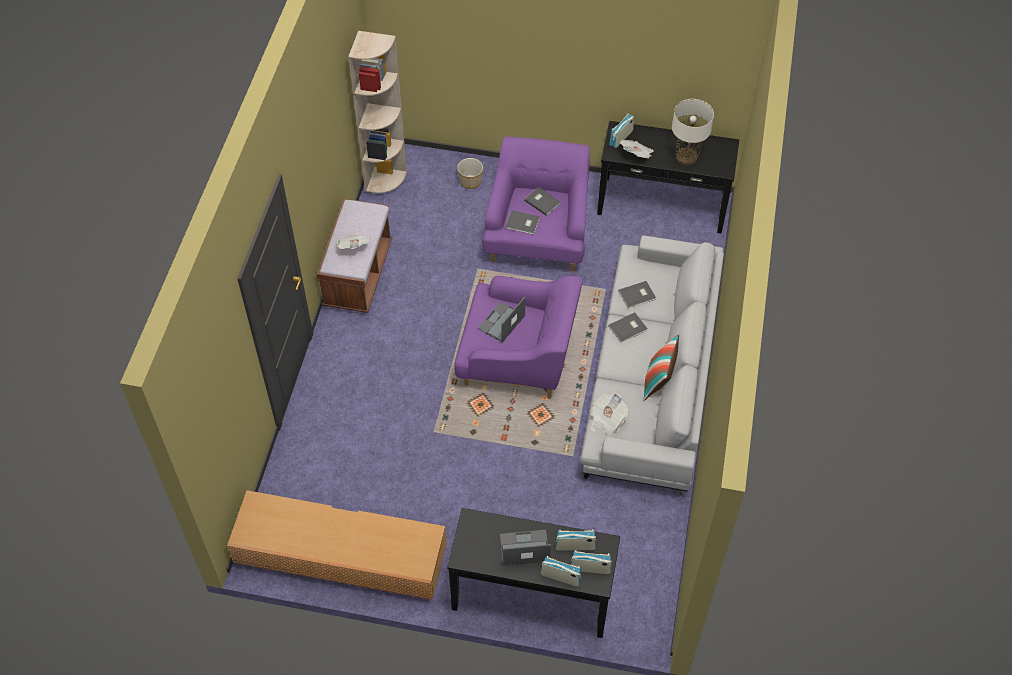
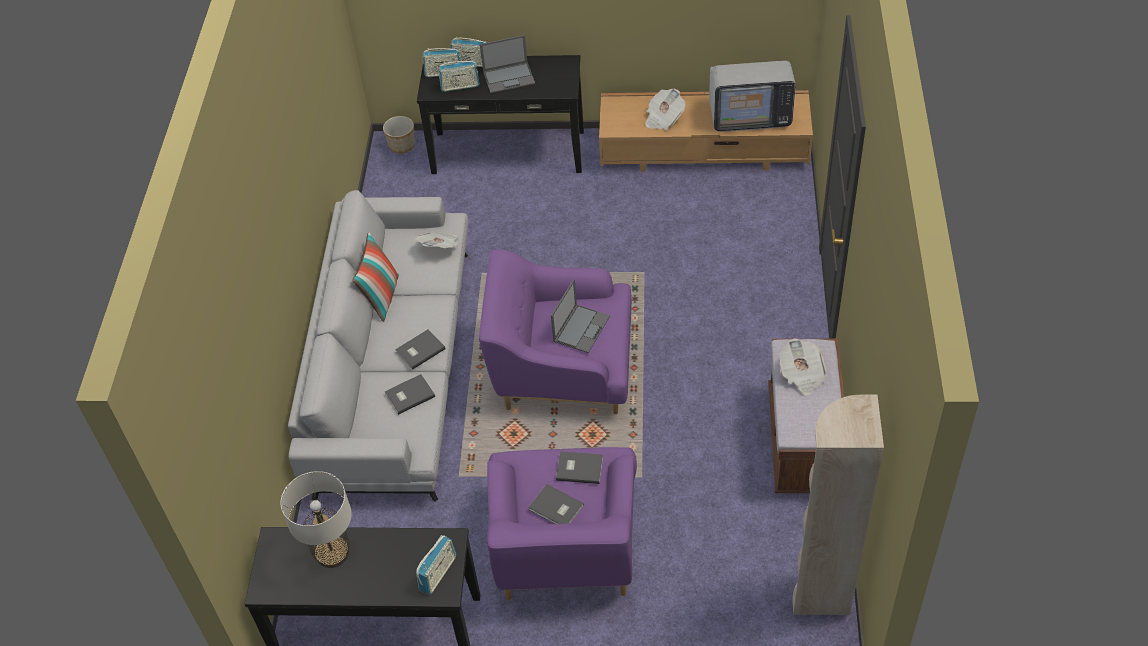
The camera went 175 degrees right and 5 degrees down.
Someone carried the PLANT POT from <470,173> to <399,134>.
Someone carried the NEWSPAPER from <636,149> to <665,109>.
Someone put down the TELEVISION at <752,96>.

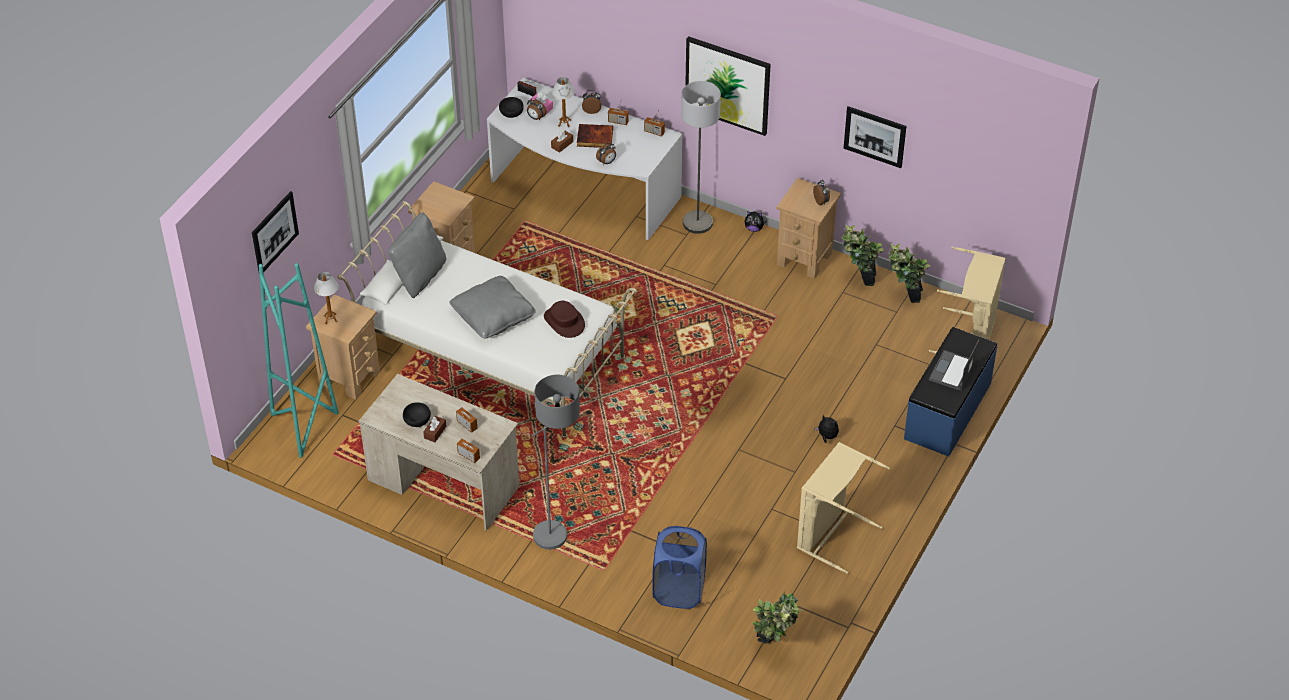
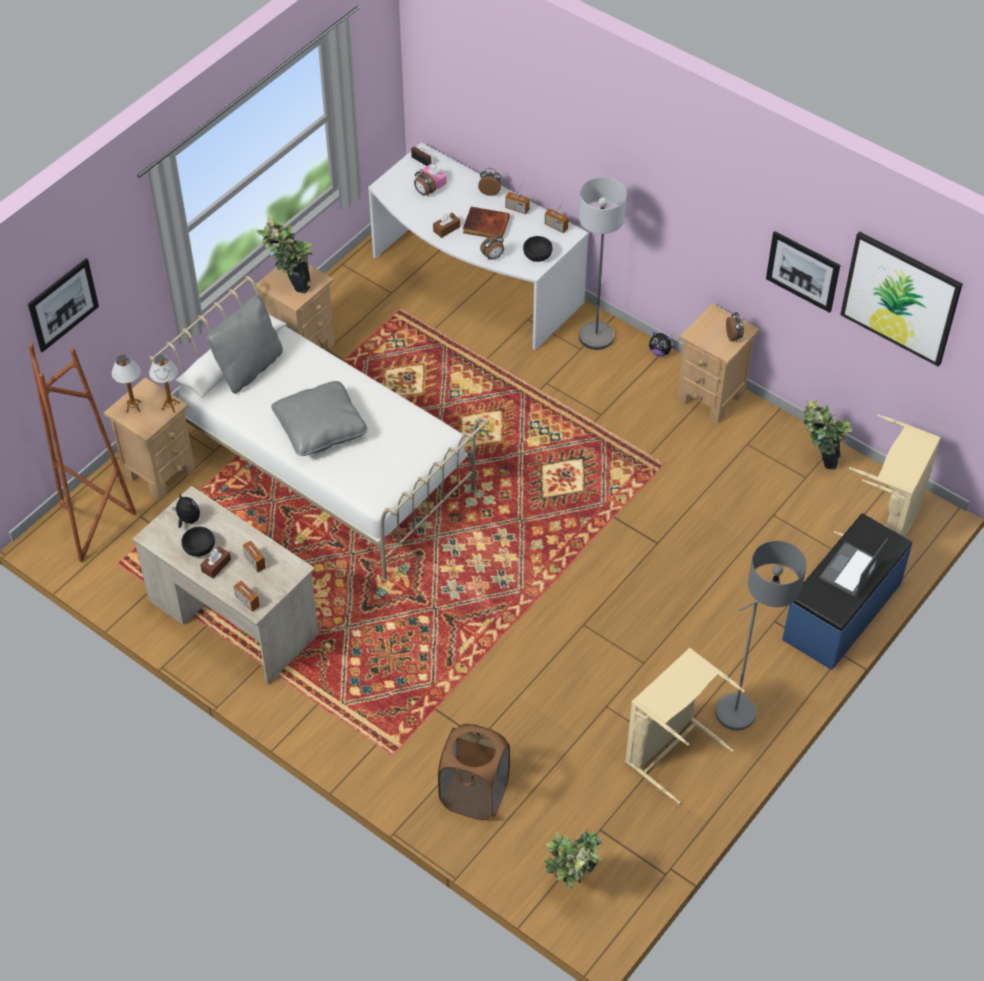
The camera went 10 degrees right and 5 degrees up.
Someone repainted the TURQUOISE CLOTHES RACK at <299,360>, which became the BROWN-COLOURED CLOTHES RACK at <82,452>.
Someone carried the BLACKISH DEEP DISH from <511,107> to <538,249>.
Someone carried the GREY FLOOR LAMP from <555,462> to <761,636>.
Someone took away the BROWN-COLOURED CLOTHING HAT at <564,319>.
Someone carried the TABLETOP LAMP from <563,102> to <164,383>.
Someone repainted the BLUE WASHING BASKET at <679,567>, which became the BROWN-COLOURED WASHING BASKET at <474,772>.
Someone carried the WALL PICTURE from <728,86> to <901,299>.
Someone carried the SOFT TOY from <827,429> to <186,511>.
Someone carried the PLANT IN A POT from <862,255> to <284,254>.

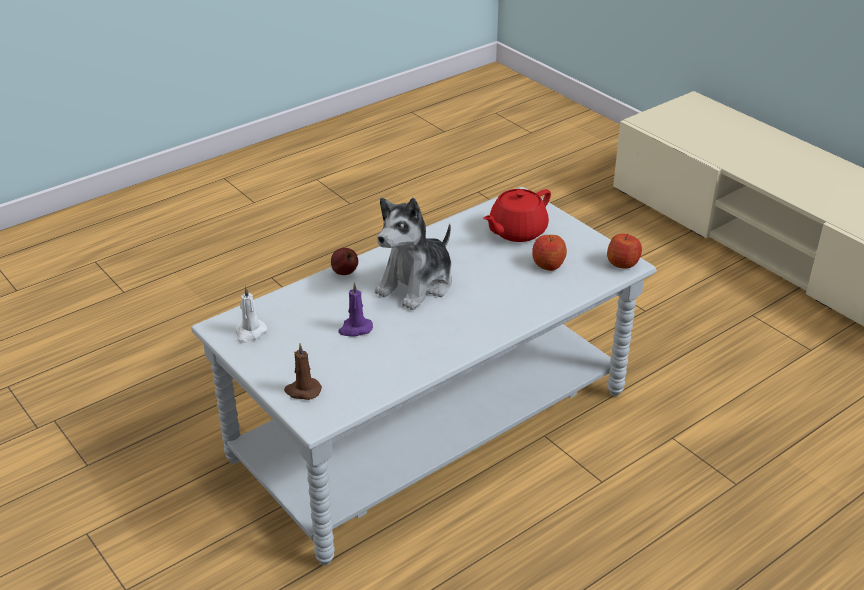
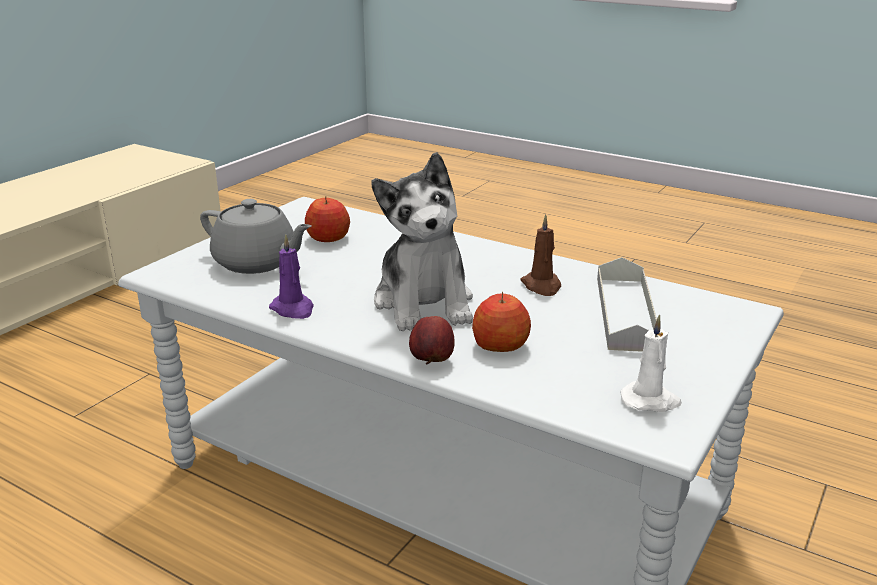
The camera went 110 degrees left and 10 degrees down.
Someone carried the BROWN-COLOURED WAX CANDLE from <303,371> to <540,255>.
Someone carried the PURPLE-COLOURED WAX CANDLE from <355,309> to <291,277>.
Someone rotated the SOFT TOY at <413,254> by 60 degrees clockwise.
Someone repainted the RED POT FOR TEA at <517,215>, which became the GREY POT FOR TEA at <256,236>.
Someone carried the APPLE from <624,251> to <501,322>.
Someone put down the GREY TRAY at <627,304>.

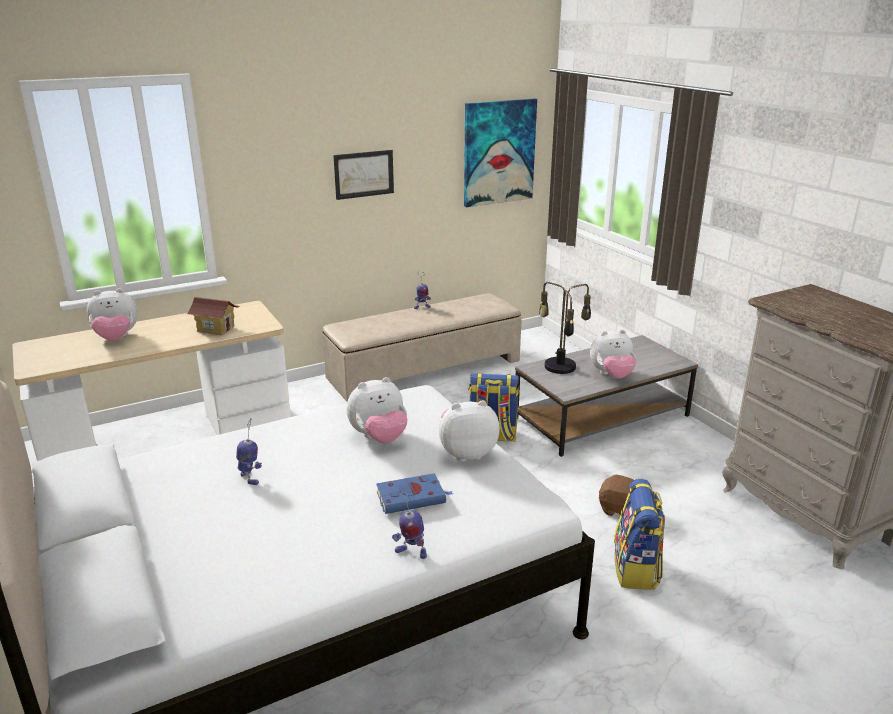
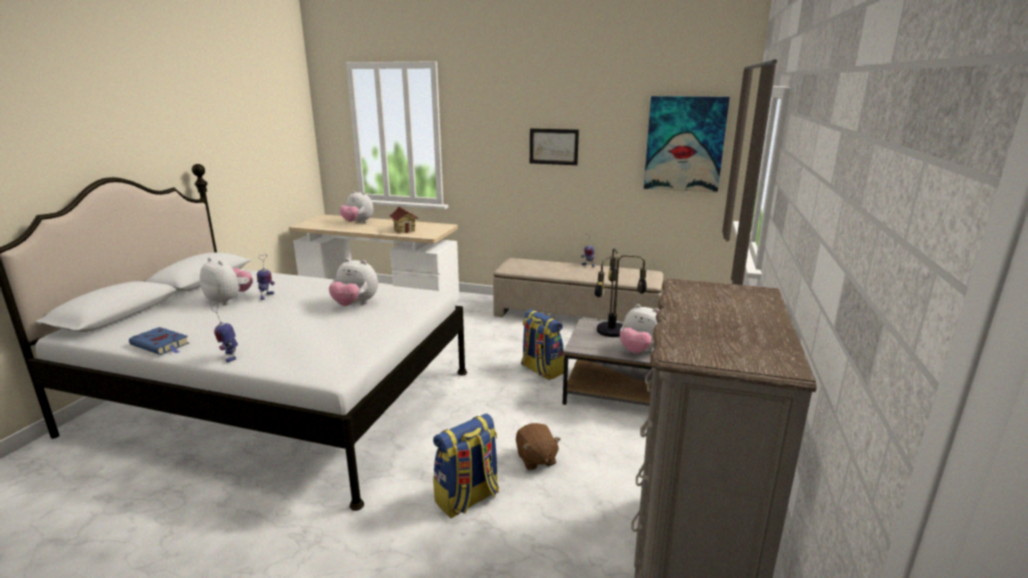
The camera went 45 degrees right and 5 degrees down.
Someone carried the BLUE BOOK from <414,493> to <159,341>.
Someone carried the SOFT TOY from <469,431> to <226,281>.

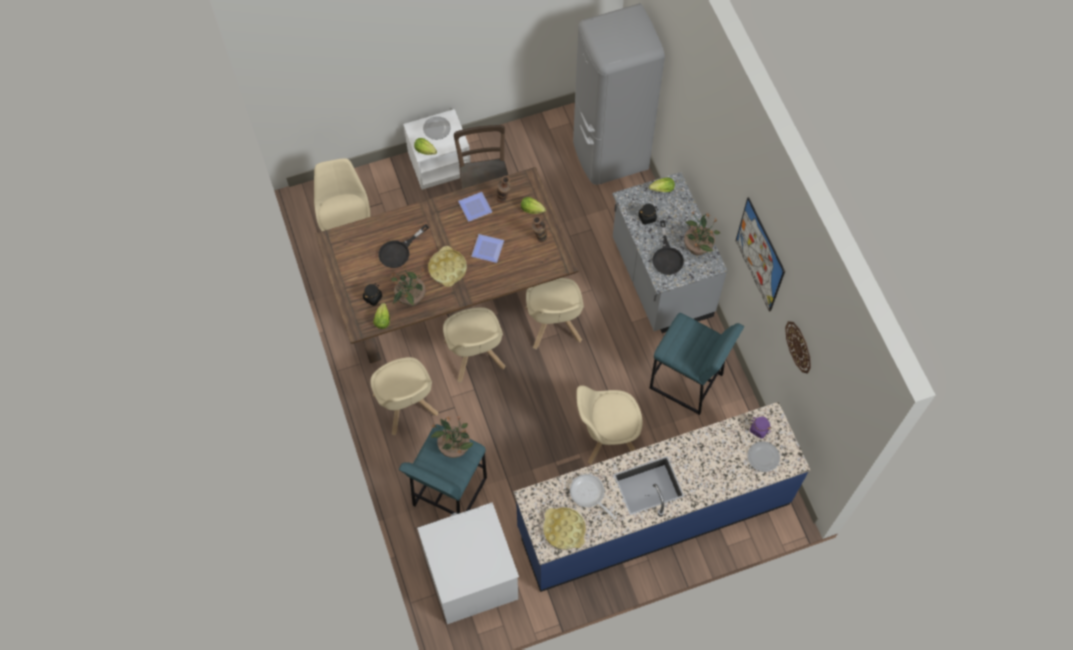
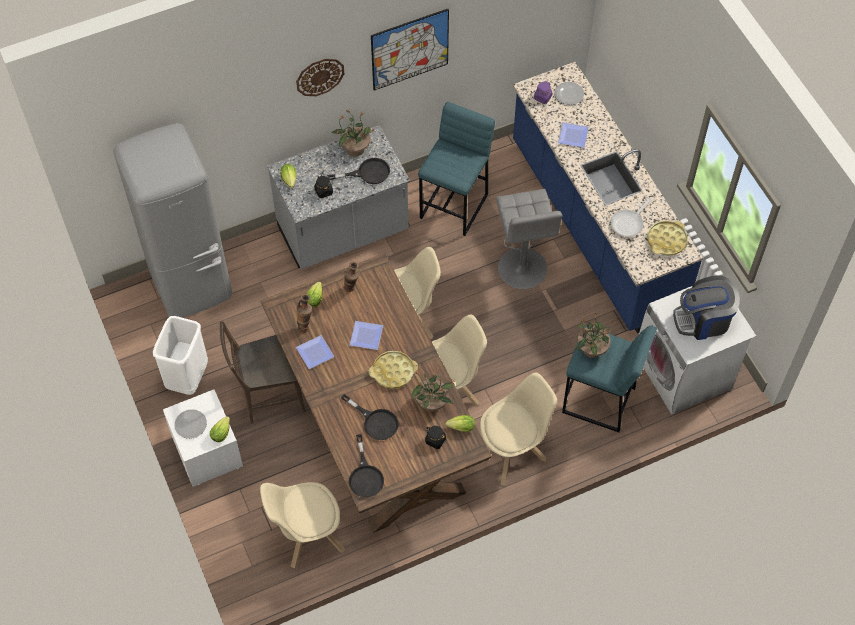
The camera went 95 degrees left and 5 degrees down.
Someone swapped the BEIGE PLAIN CHAIR at <609,424> for the GREY SITTING STOOL at <529,239>.
Someone carried the HANGING CLOCK from <798,347> to <320,77>.
Someone put down the WHITISH RUBBISH BIN at <180,355>.
Someone put down the BLACKISH FRYING PAN at <366,465>.
Someone put down the PLATE at <573,135>.
Someone put down the COFFEE MAKER at <706,307>.

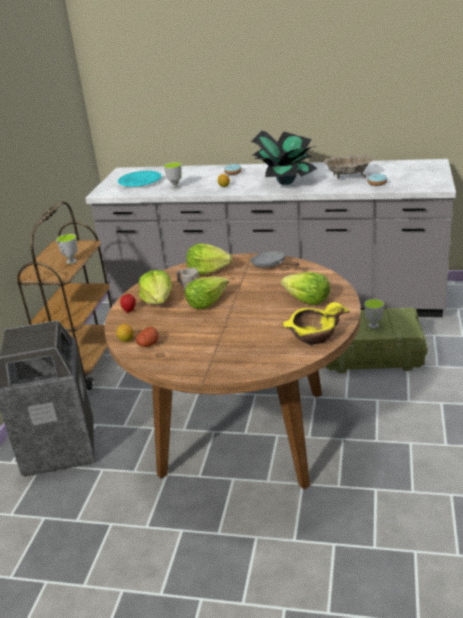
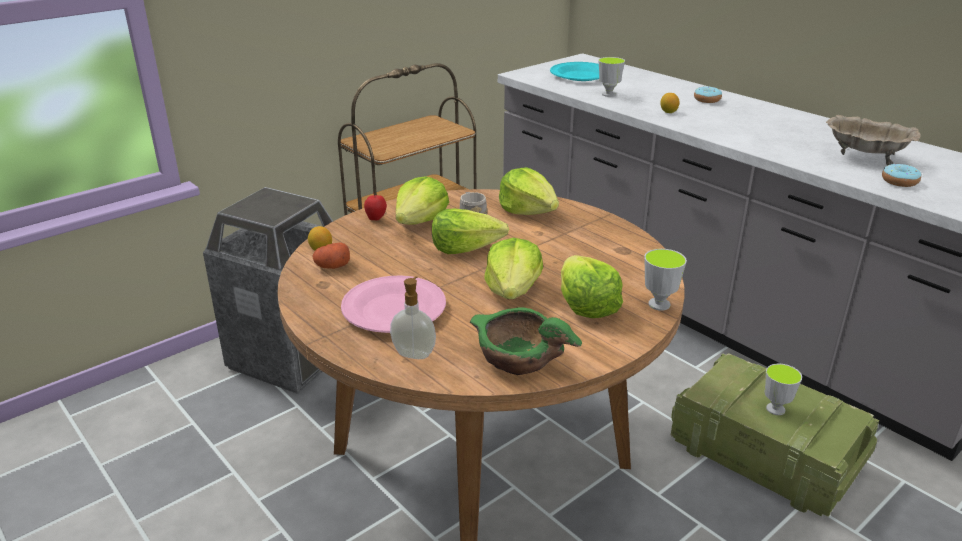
The camera went 35 degrees right and 0 degrees up.
Someone carried the CUP from <67,249> to <665,280>.
Someone took away the PLANT IN A POT at <284,158>.
Someone took away the GREY FRYING PAN at <275,259>.
Someone repainted the YELLOW-COLOURED DEEP DISH at <316,323>, which became the GREEN DEEP DISH at <526,341>.
Someone put down the PINK-COLOURED PLATE at <393,304>.
Someone put down the SOAP BOTTLE at <413,317>.
Someone put down the HEAD OF LETTUCE at <513,268>.

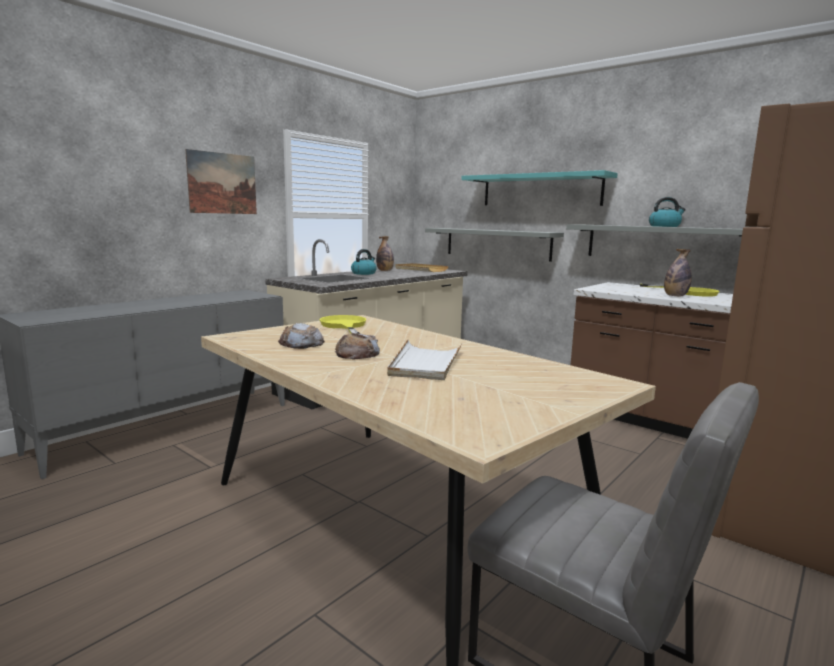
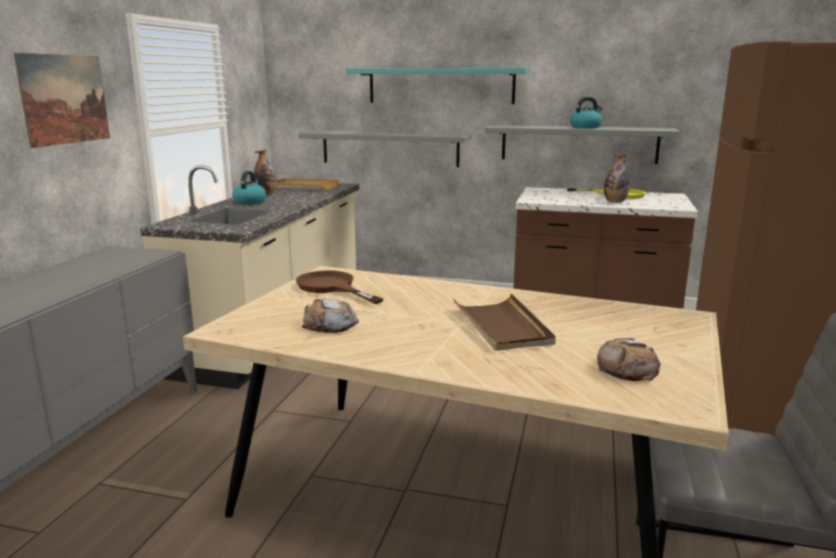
The camera went 25 degrees left and 5 degrees up.
Someone repainted the YELLOW-COLOURED FRYING PAN at <343,324>, which became the BROWN-COLOURED FRYING PAN at <339,287>.
Someone carried the BREAD from <357,346> to <629,359>.
Someone repainted the WHITISH TRAY at <425,360>, which became the BROWN-COLOURED TRAY at <504,322>.

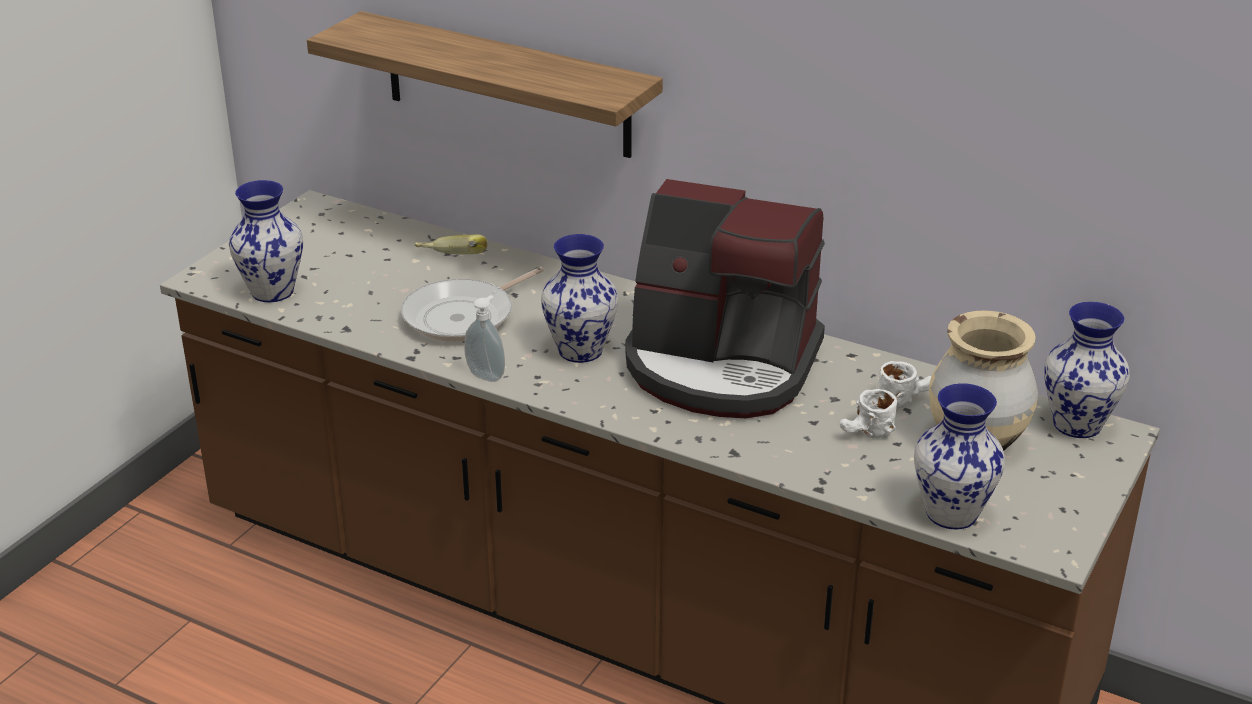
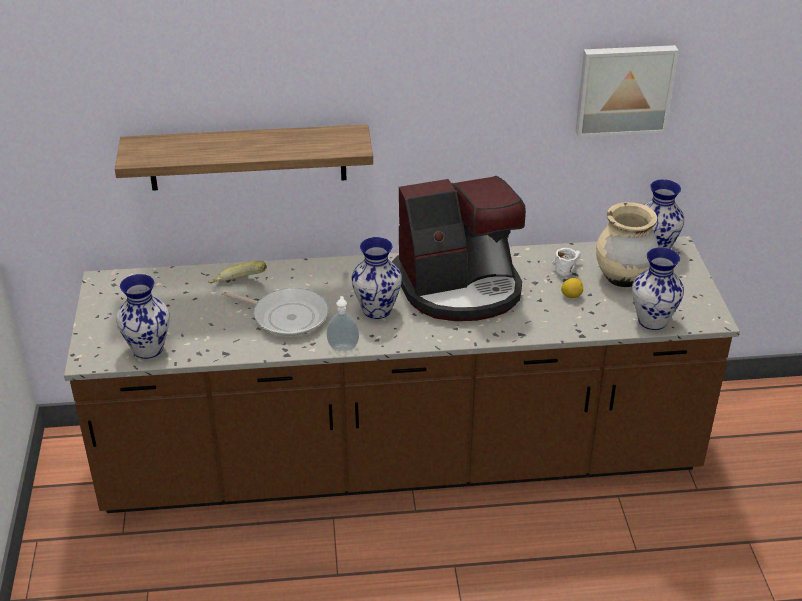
The camera went 35 degrees left and 5 degrees up.
Someone rotated the FRYING PAN at <472,304> by 75 degrees counterclockwise.
Someone swapped the WHITISH MUG at <868,413> for the CITRUS FRUIT at <572,288>.
Someone put up the WALL PICTURE at <627,91>.

